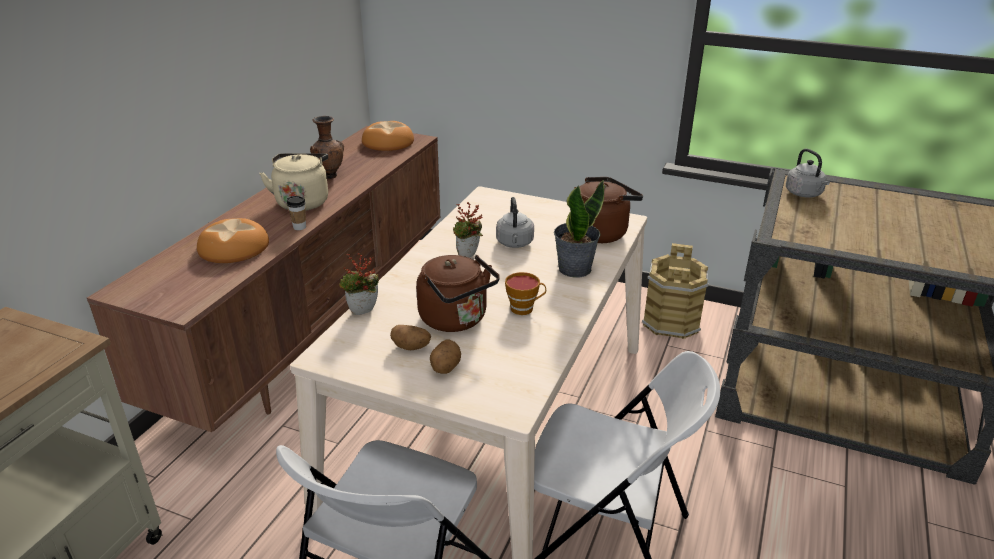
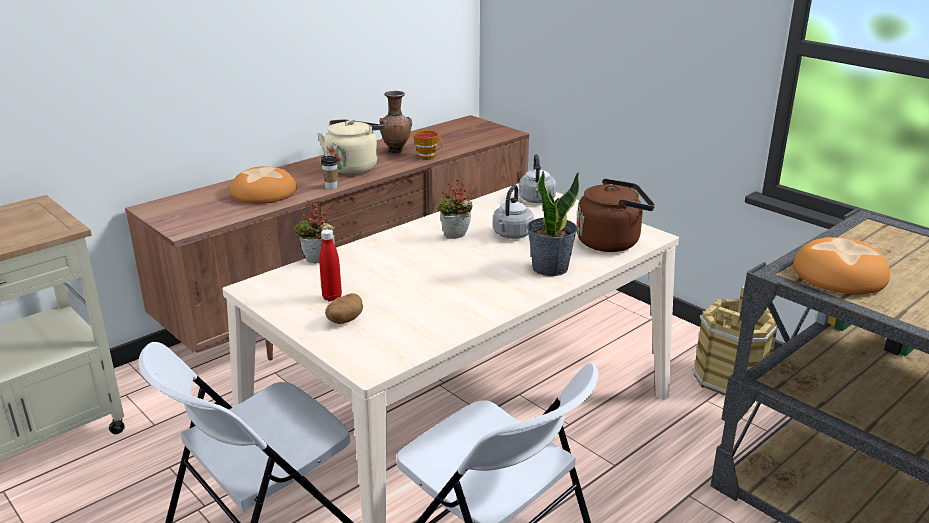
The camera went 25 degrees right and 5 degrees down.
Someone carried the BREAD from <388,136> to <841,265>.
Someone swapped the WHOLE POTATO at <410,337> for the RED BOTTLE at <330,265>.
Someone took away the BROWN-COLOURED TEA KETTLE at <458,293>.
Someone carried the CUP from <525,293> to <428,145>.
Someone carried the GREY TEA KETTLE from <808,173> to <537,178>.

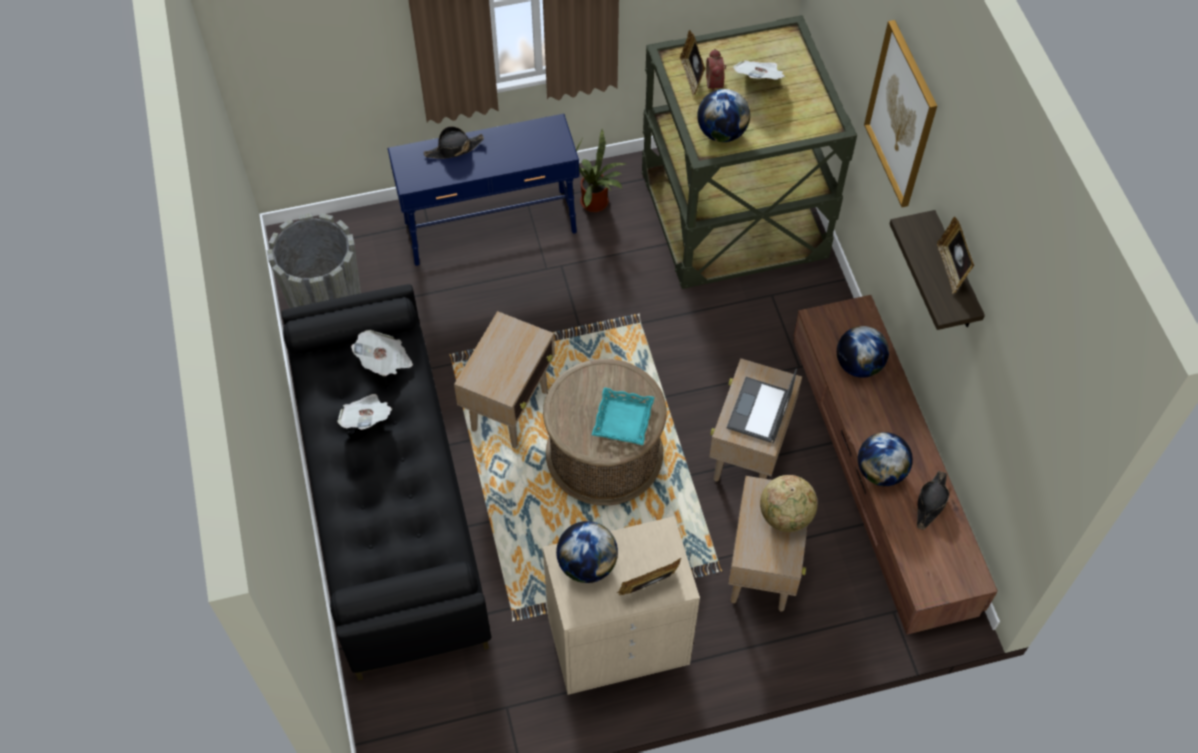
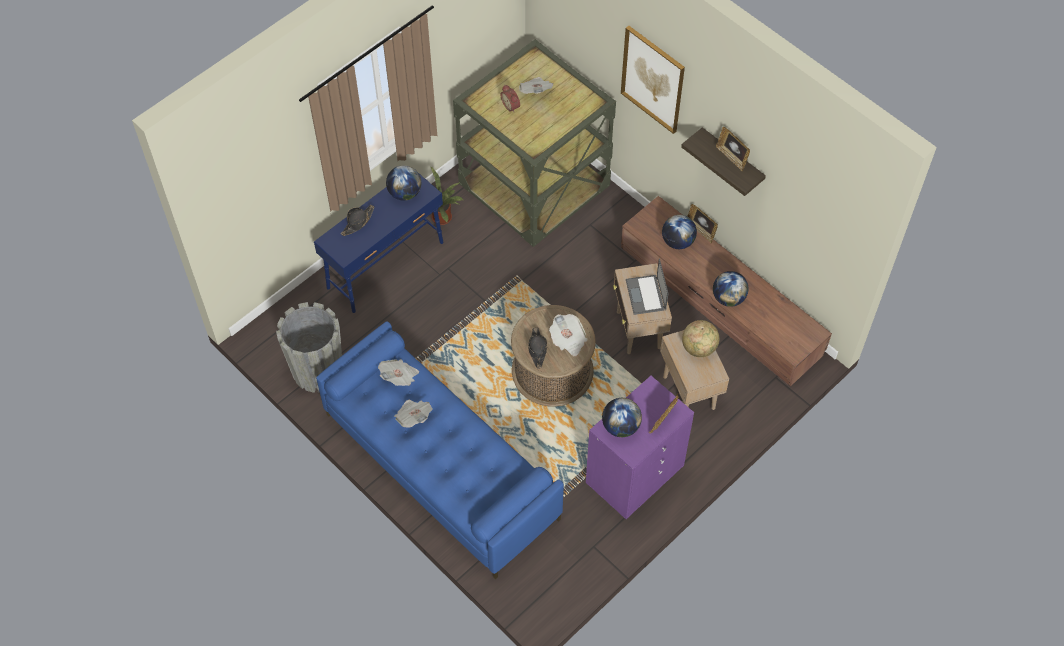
The camera went 30 degrees left and 0 degrees up.
Someone repainted the BLACKISH COUCH at <386,482>, which became the BLUE COUCH at <440,450>.
Someone took away the BEIGE END TABLE at <504,379>.
Someone repainted the BEIGE CABINET at <621,605>, which became the PURPLE-COLOURED CABINET at <640,447>.
Someone swapped the TURQUOISE TRAY at <623,416> for the NEWSPAPER at <568,335>.
Someone carried the PHOTO FRAME from <692,63> to <702,223>.
Someone carried the WORLD GLOBE from <723,115> to <403,183>.
Someone carried the BLACKISH CLOTHING HAT from <933,500> to <537,348>.

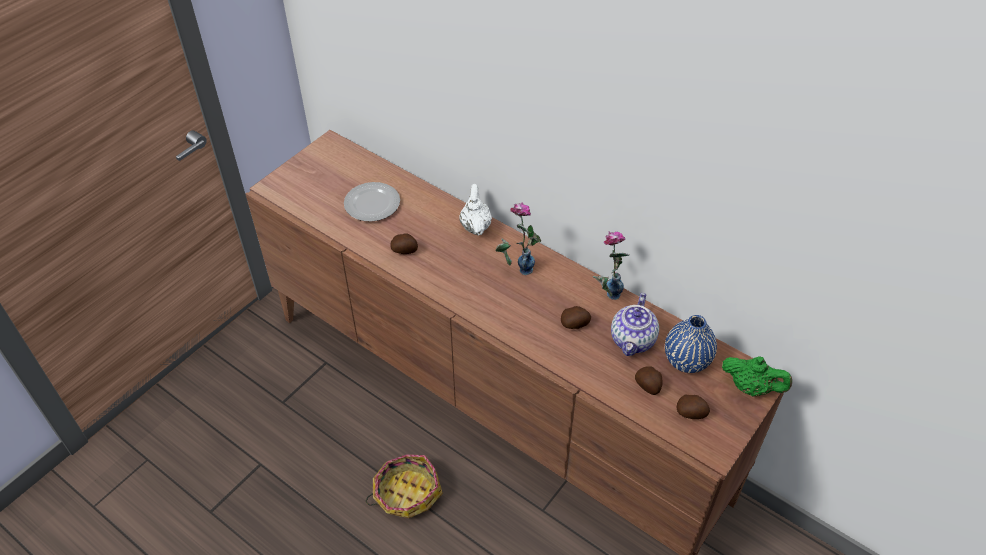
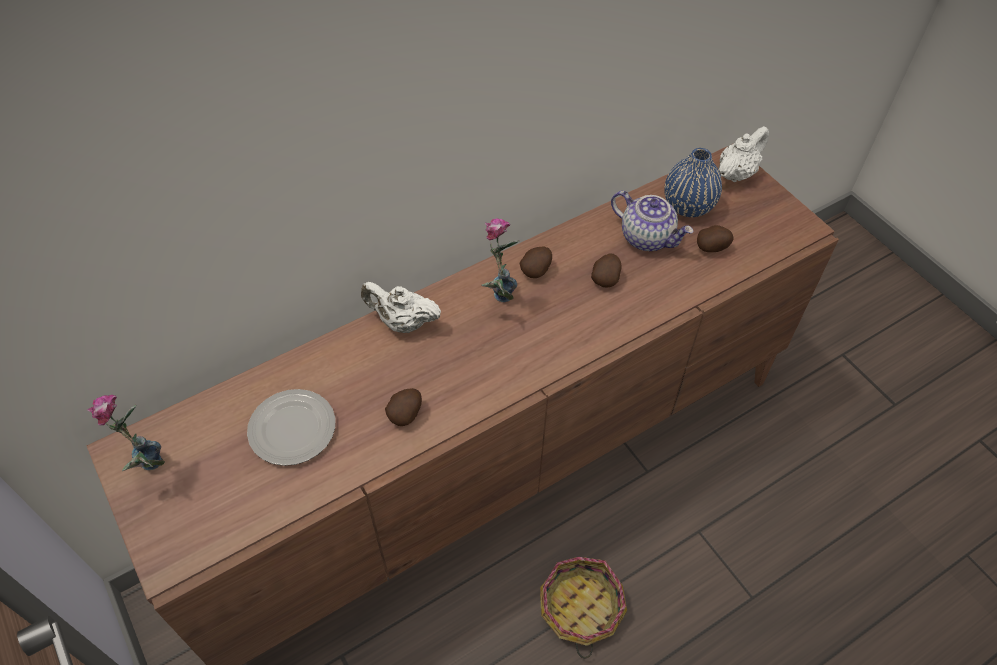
The camera went 70 degrees left and 5 degrees up.
Someone carried the DECORATIVE VASE from <611,265> to <126,433>.
Someone carried the WHOLE POTATO from <693,406> to <536,262>.
Someone repainted the GREEN POT FOR TEA at <757,376>, which became the WHITISH POT FOR TEA at <743,154>.

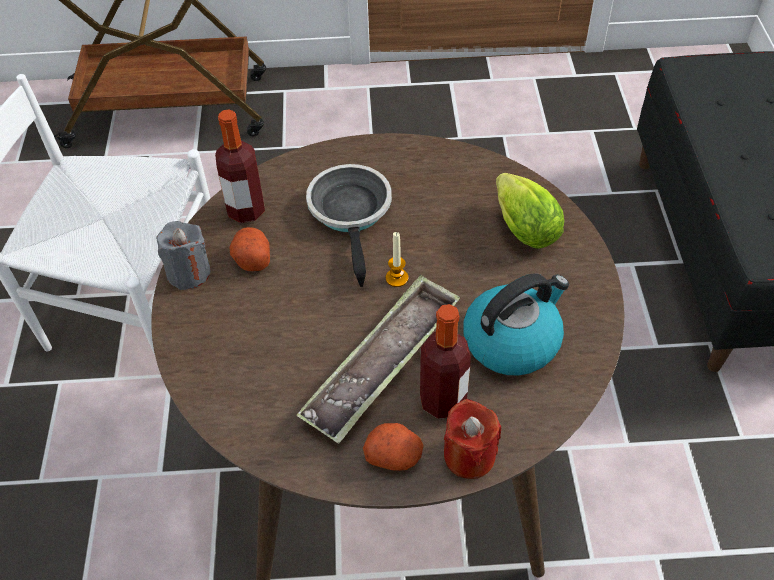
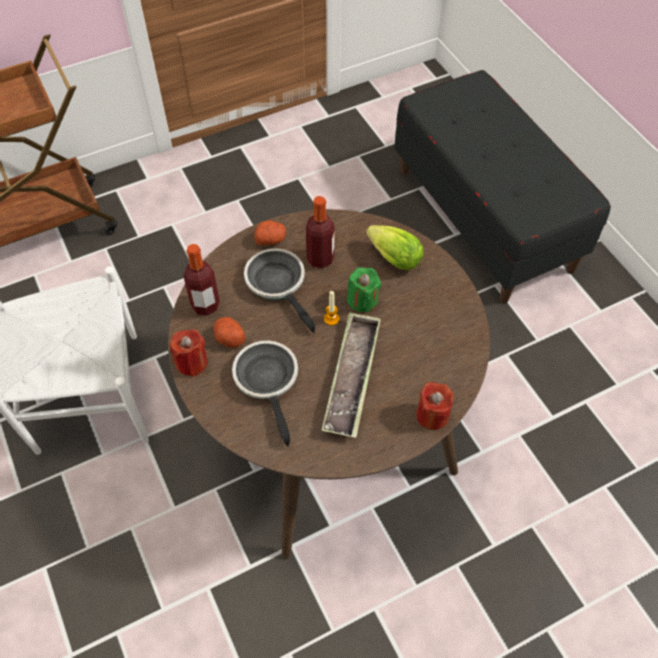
The camera went 25 degrees left and 5 degrees up.
Someone repainted the GREY WAX CANDLE at <183,255>, which became the RED WAX CANDLE at <188,353>.
Someone carried the WHOLE POTATO from <393,447> to <270,233>.
Someone carried the BOTTLE from <445,361> to <320,232>.
Someone took away the TEA KETTLE at <516,324>.
Someone put down the FRYING PAN at <265,394>.
Someone put down the GREEN WAX CANDLE at <364,290>.

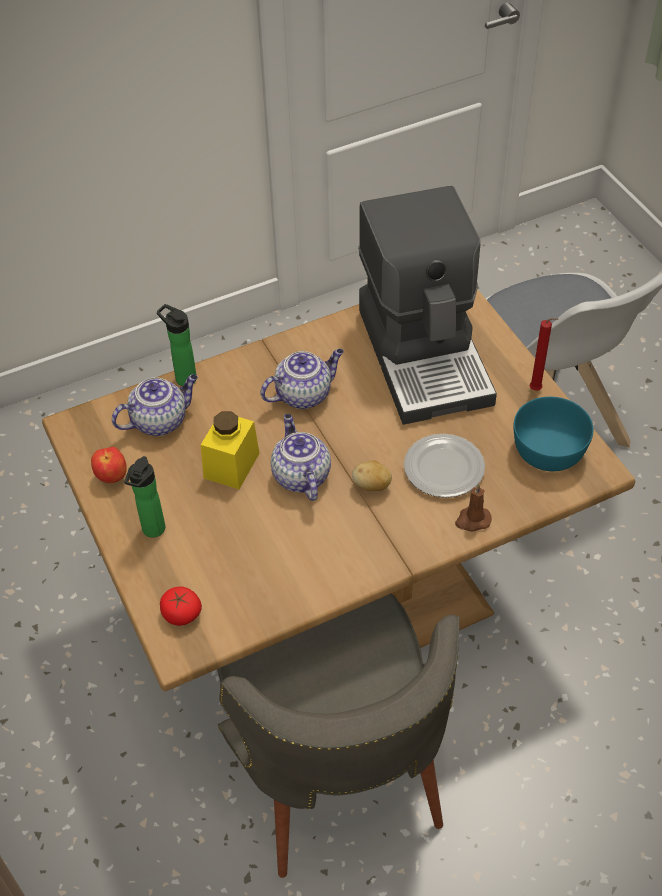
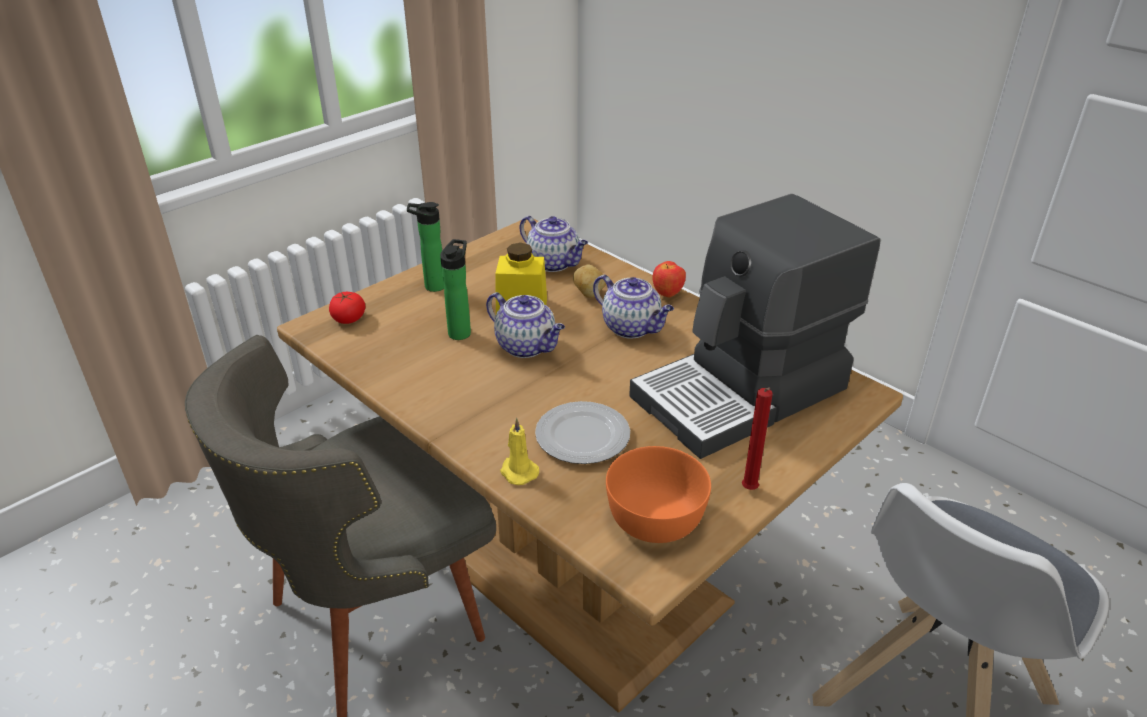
The camera went 70 degrees right and 15 degrees down.
Someone carried the APPLE from <109,465> to <669,279>.
Someone carried the BOTTLE from <177,345> to <455,289>.
Someone rotated the POT FOR TEA at <301,457> by 75 degrees clockwise.
Someone carried the WHOLE POTATO from <372,476> to <589,281>.
Someone repainted the BROWN-COLOURED WAX CANDLE at <473,507>, which became the YELLOW-COLOURED WAX CANDLE at <519,451>.
Someone repainted the TURQUOISE DEEP DISH at <553,434>, which became the ORANGE DEEP DISH at <658,494>.

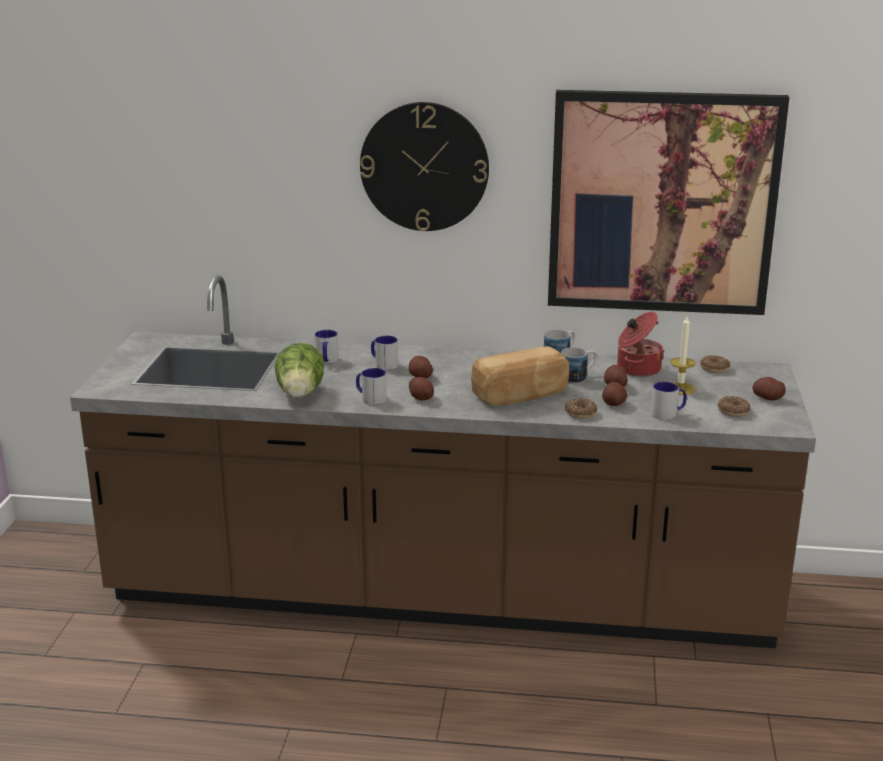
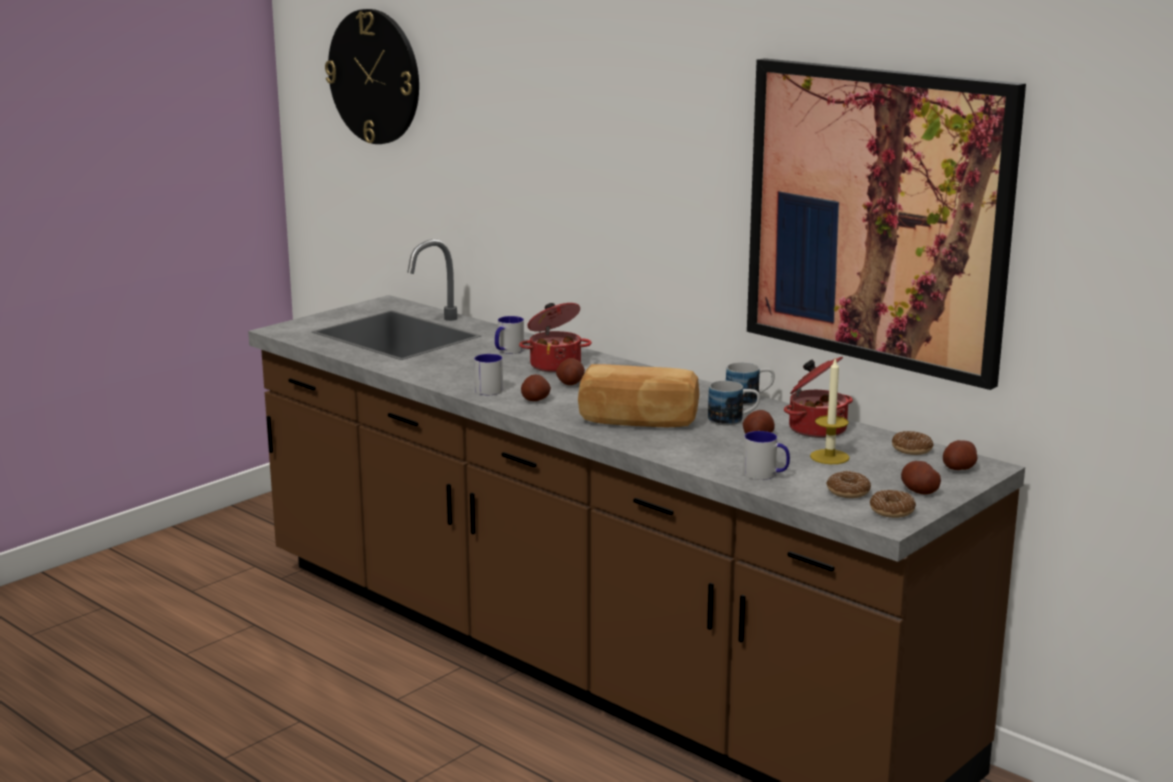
The camera went 35 degrees right and 5 degrees down.
Someone took away the HEAD OF LETTUCE at <300,370>.
Someone carried the HANGING CLOCK from <424,166> to <372,76>.
Someone swapped the MUG at <384,353> for the SAUCEPOT at <555,338>.
Someone carried the RING DOUGHNUT from <581,408> to <893,504>.
Someone carried the WHOLE POTATO from <614,394> to <960,455>.

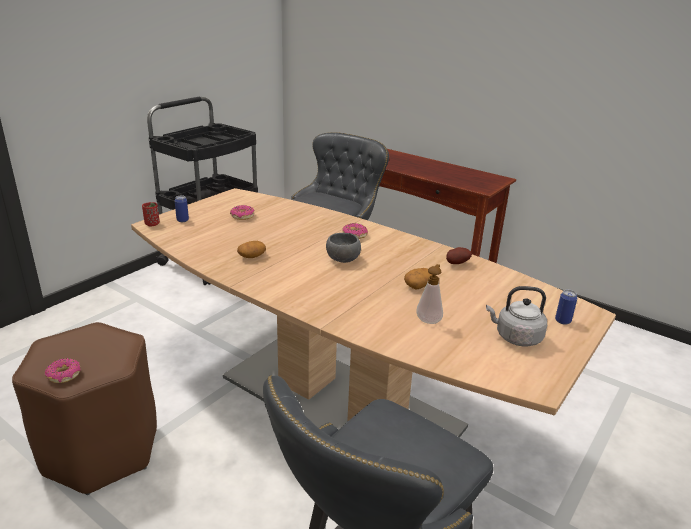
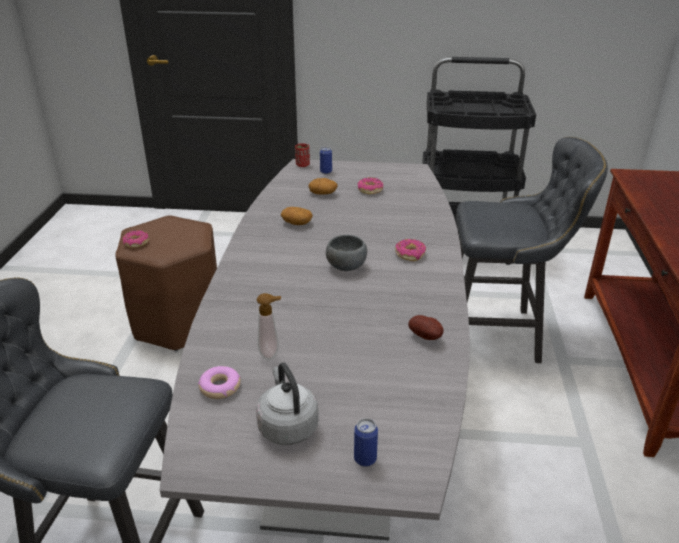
The camera went 60 degrees right and 5 degrees up.
Someone repainted the BROWN-COLOURED DINNER TABLE at <373,313>, which became the GREY DINNER TABLE at <315,350>.
Someone carried the WHOLE POTATO from <418,278> to <323,186>.
Someone put down the RING DOUGHNUT at <219,382>.

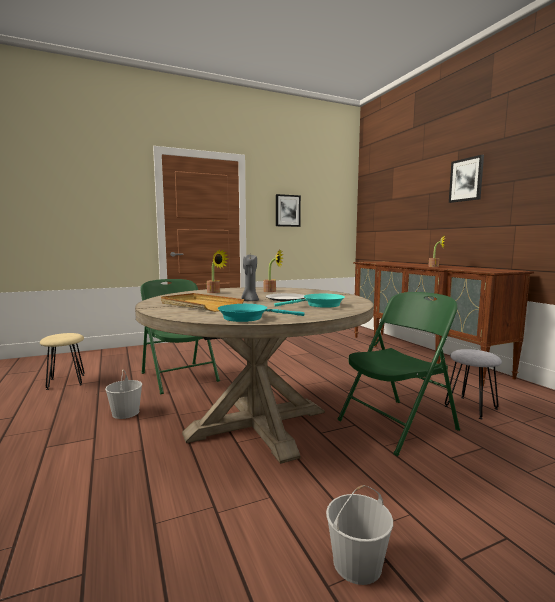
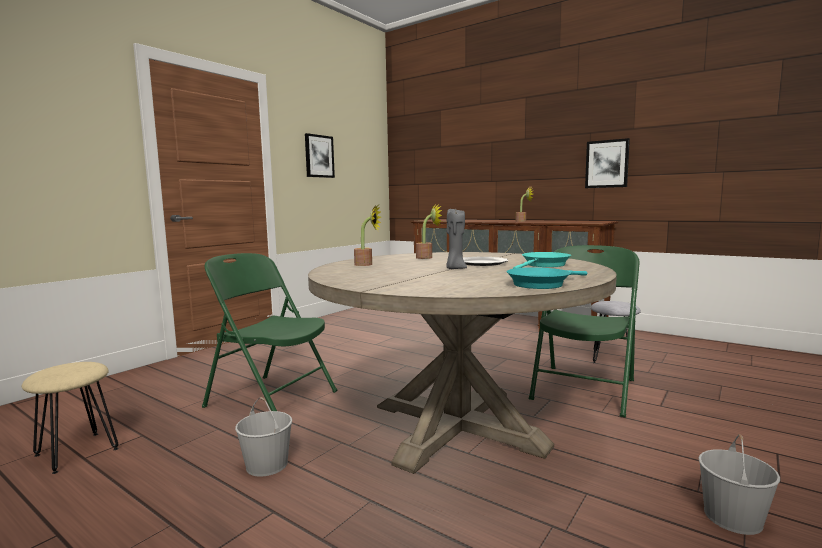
The camera went 30 degrees left and 0 degrees up.
Someone took away the BEIGE TRAY at <202,302>.
Someone carried the WALL PICTURE from <466,179> to <607,163>.

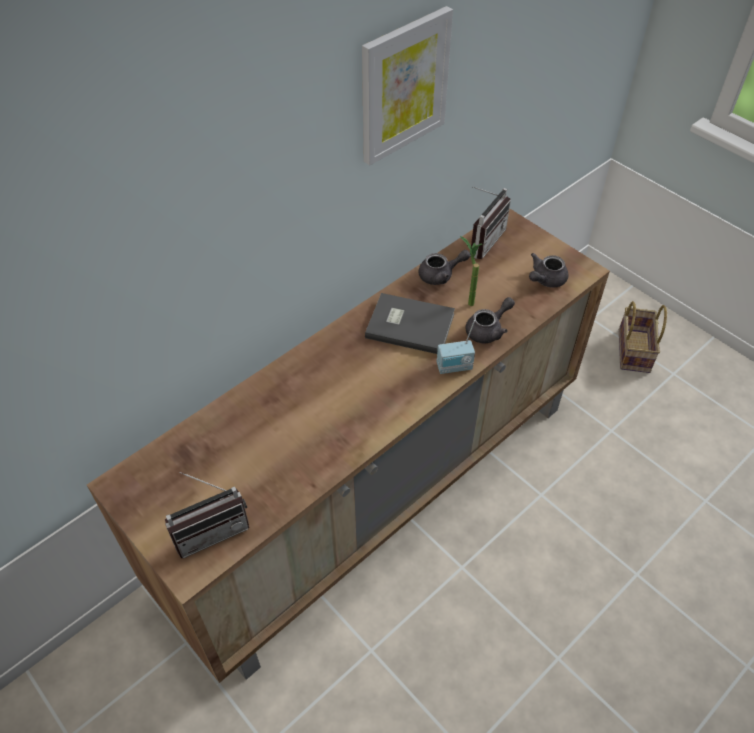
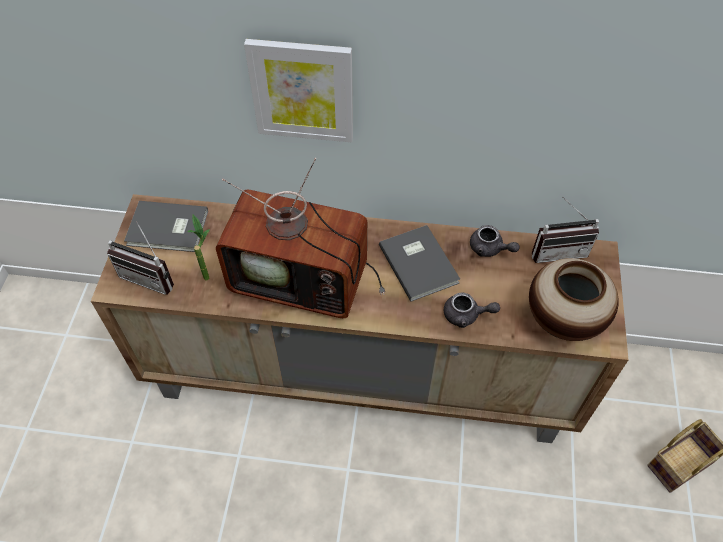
The camera went 50 degrees right and 5 degrees up.
Someone carried the WALL PICTURE from <407,85> to <298,90>.
Someone took away the RADIO RECEIVER at <455,347>.
Someone carried the PLANT IN A POT from <471,271> to <199,247>.
Someone swapped the GREY POT FOR TEA at <548,270> for the DECORATIVE VASE at <574,299>.
Someone put down the GREY BOOK at <166,226>.
Someone put down the TELEVISION at <300,238>.

